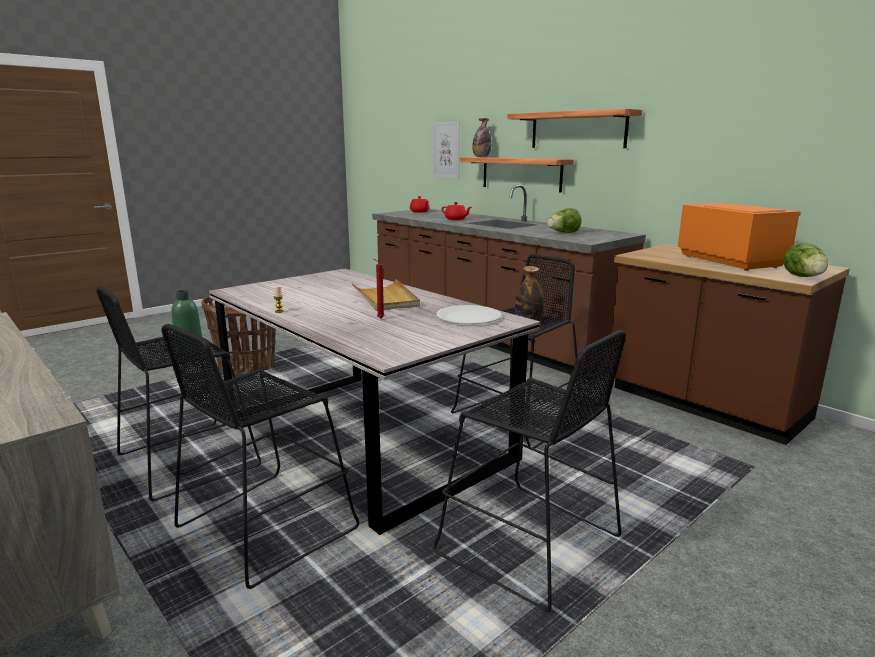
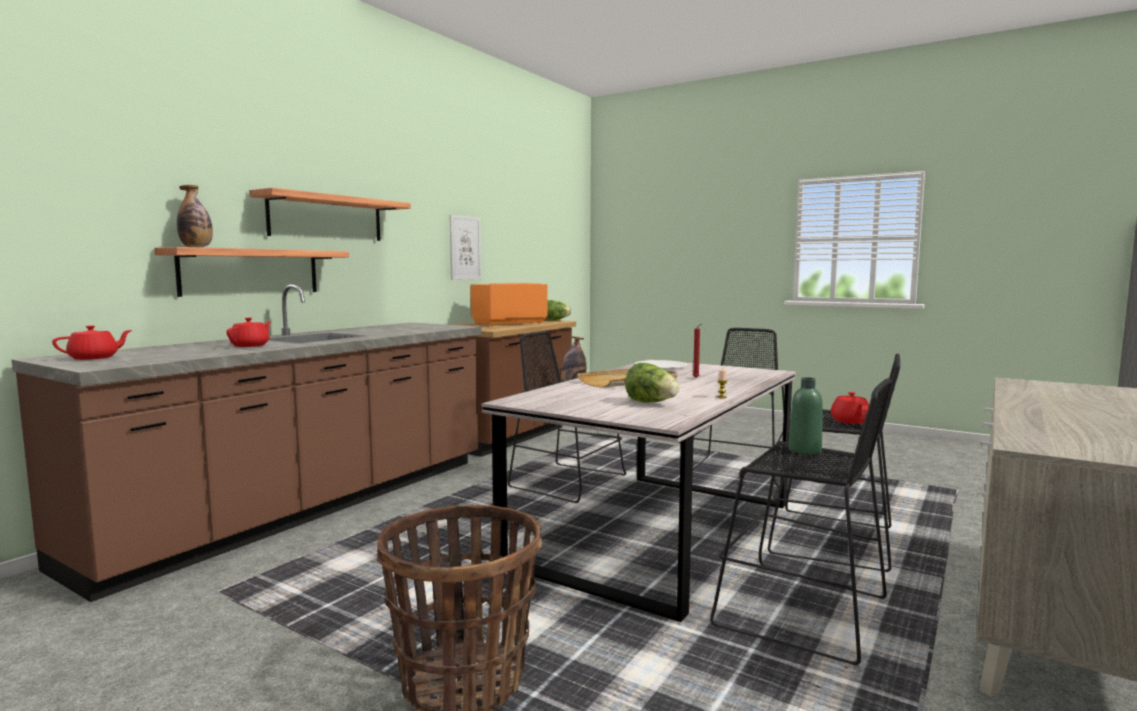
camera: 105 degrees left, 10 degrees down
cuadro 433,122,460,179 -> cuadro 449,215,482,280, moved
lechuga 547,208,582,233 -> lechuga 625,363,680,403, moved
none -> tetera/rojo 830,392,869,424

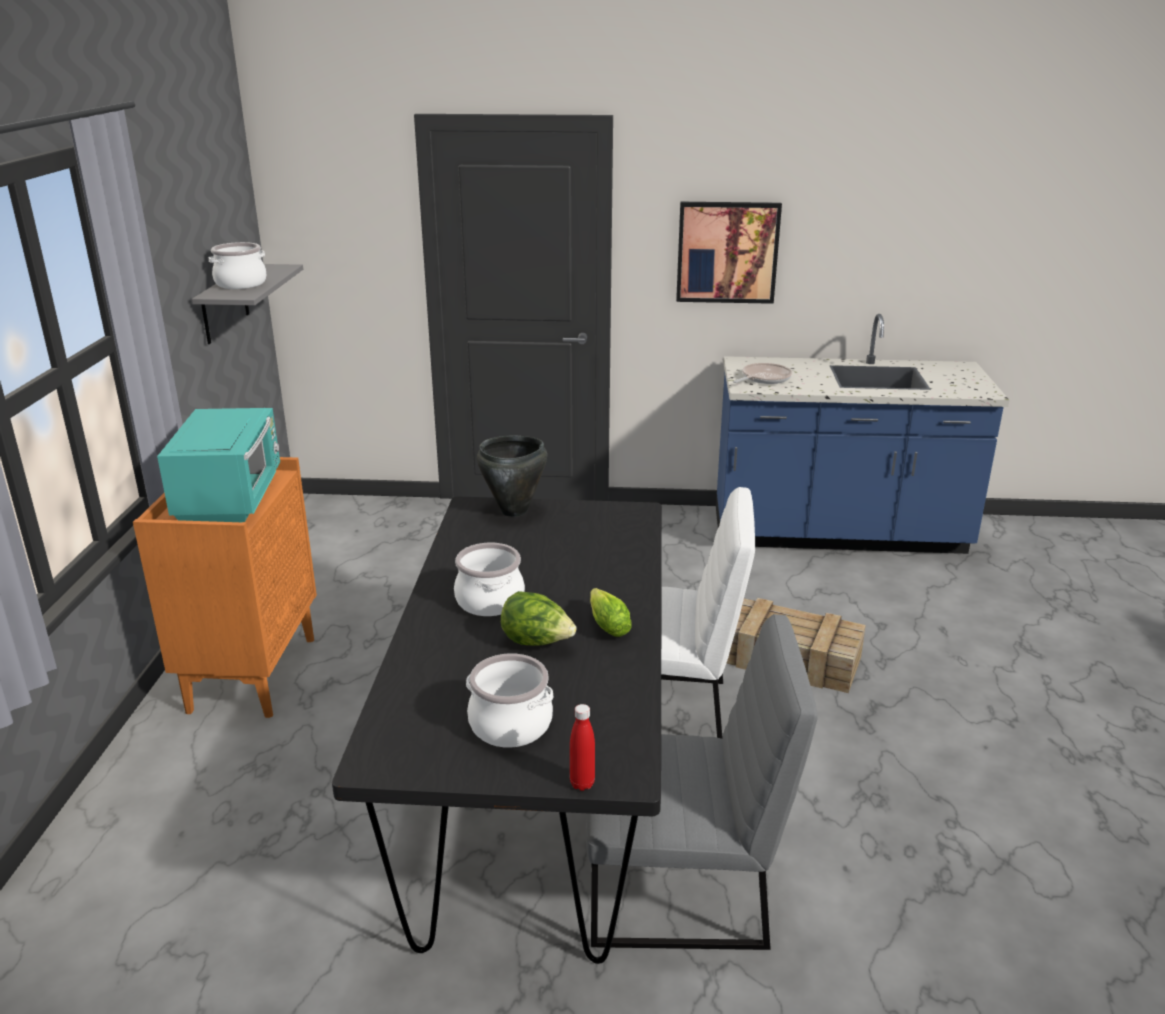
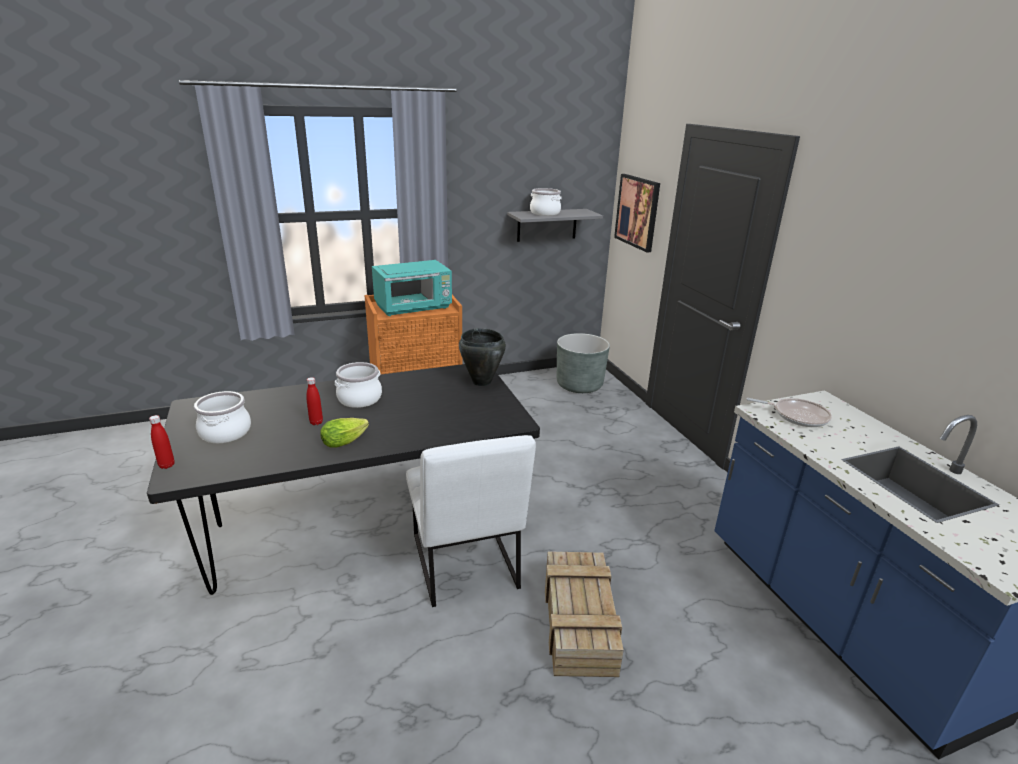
camera: 65 degrees right, 0 degrees up
lechuga 501,591,577,646 -> botella/rojo 306,377,323,425
silla/gris 586,614,818,950 -> none
cuadro 676,202,782,304 -> cuadro 614,174,660,253, moved
none -> maceta/gris 557,333,610,393

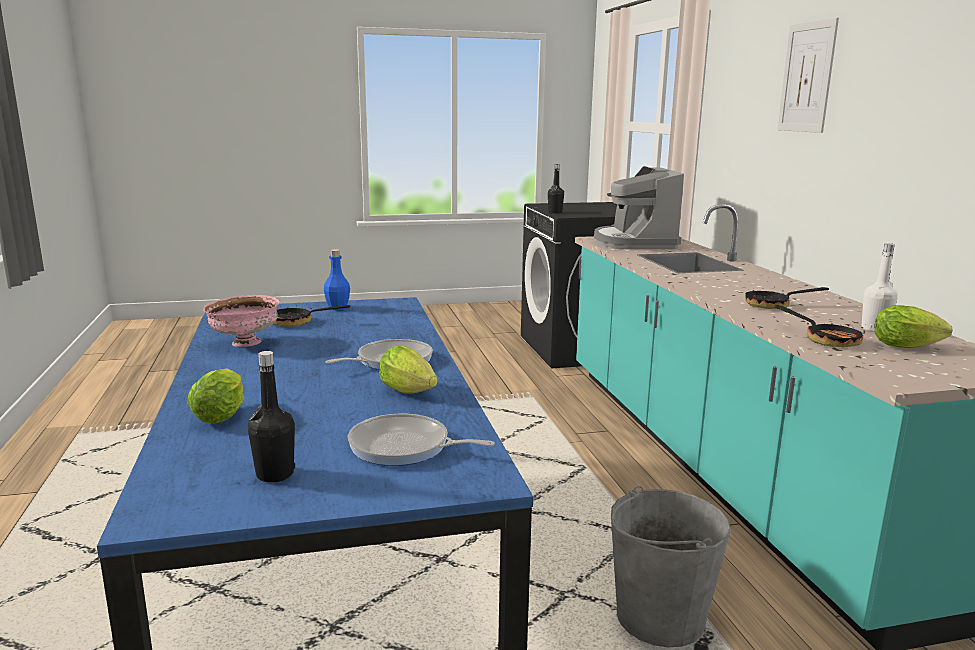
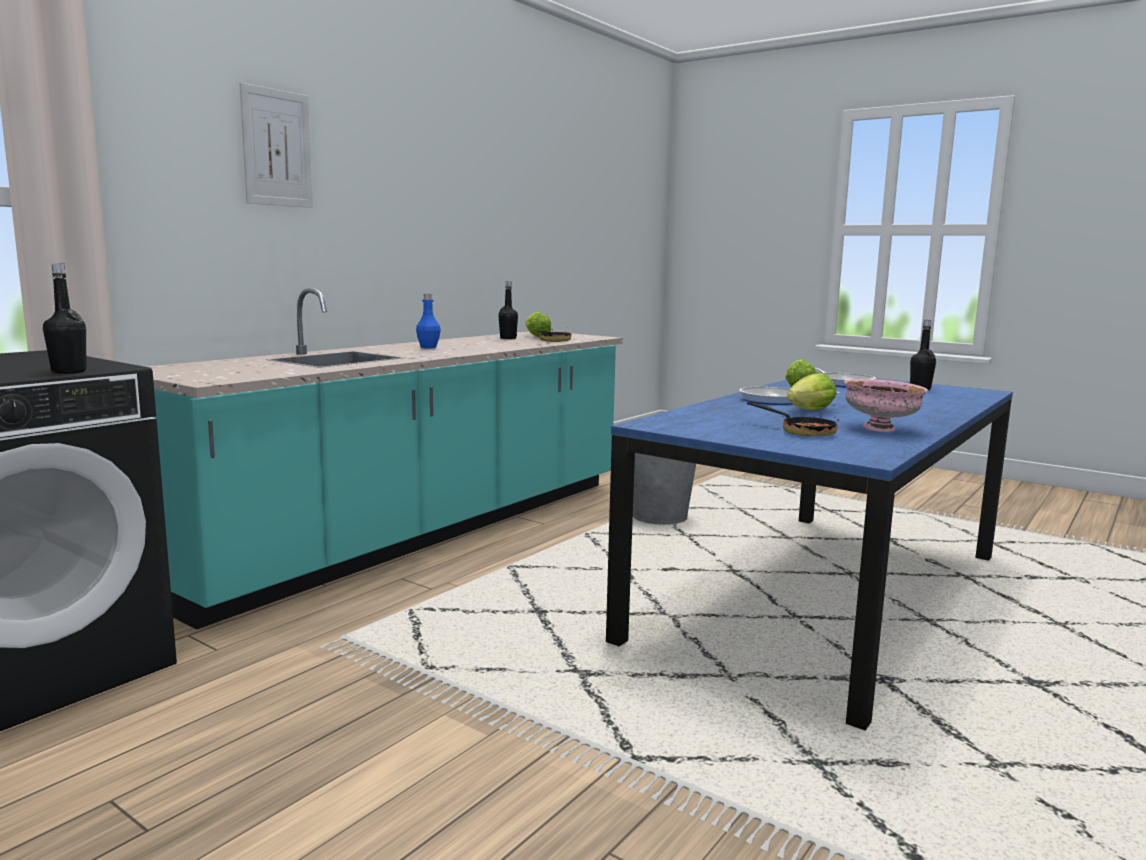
camera: 130 degrees left, 5 degrees down
lechuga 187,369,244,424 -> lechuga 787,373,837,410, moved
botella/azul 324,249,350,310 -> botella/azul 416,294,441,348, moved
cafetera 594,166,684,249 -> none
sartén 745,286,829,309 -> none
botella/blanco 862,243,898,332 -> botella/negro 498,281,518,339

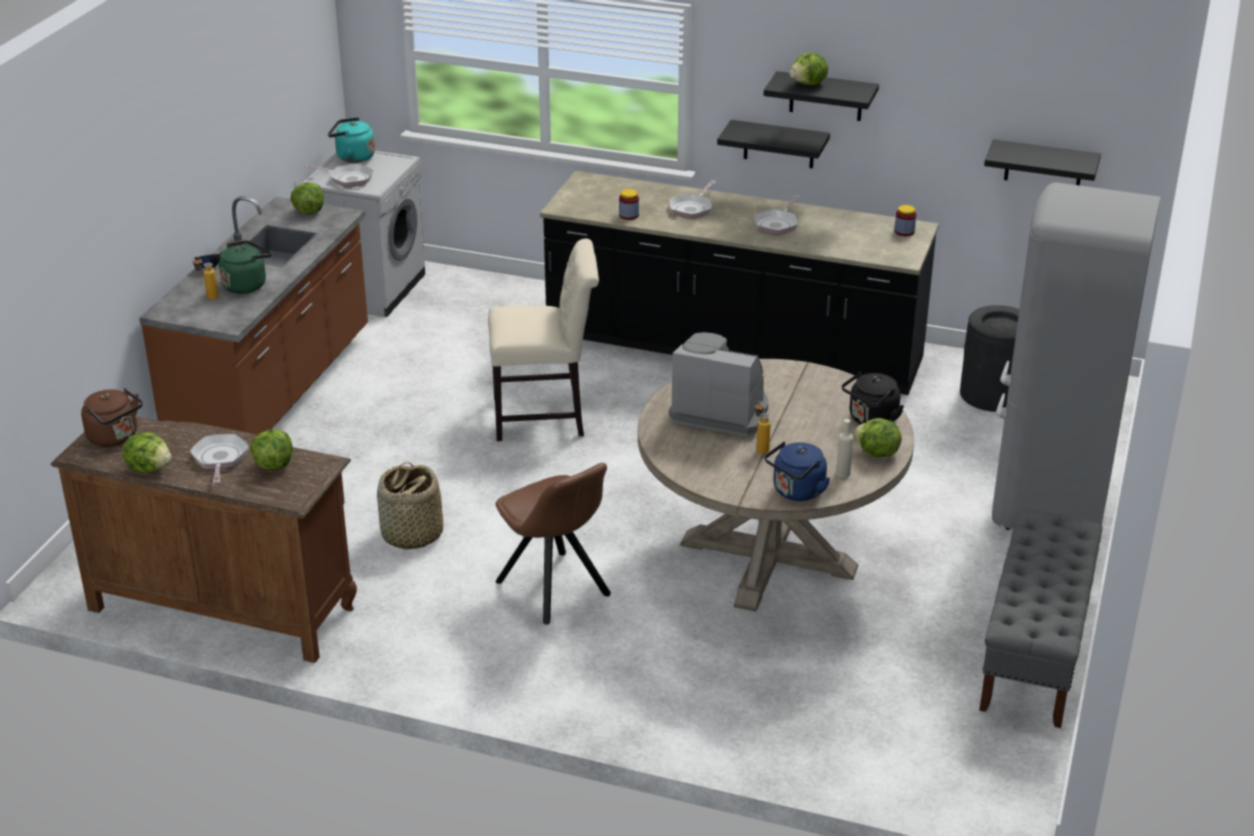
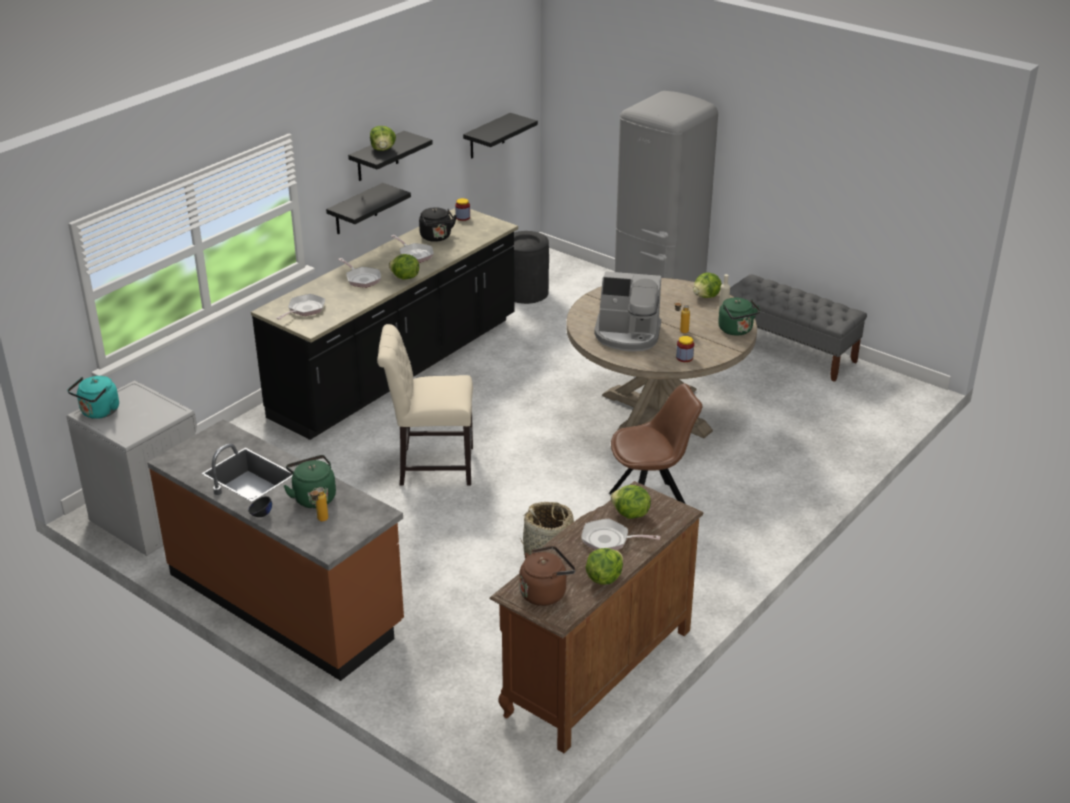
camera: 70 degrees left, 0 degrees up
lechuga 290,182,324,214 -> lechuga 389,254,419,279, moved
sartén 304,164,374,188 -> sartén 276,294,325,320, moved
silla/beis 488,239,599,441 -> silla/beis 377,324,473,486, 105 degrees counterclockwise
tarro 619,189,639,220 -> tarro 676,336,694,362, moved
cafetera 669,332,769,437 -> cafetera 594,271,661,351, 120 degrees counterclockwise
hervidor/azul 764,441,830,501 -> hervidor/verde 718,298,761,336
hervidor/negro 842,372,904,424 -> hervidor/negro 419,208,457,242, moved

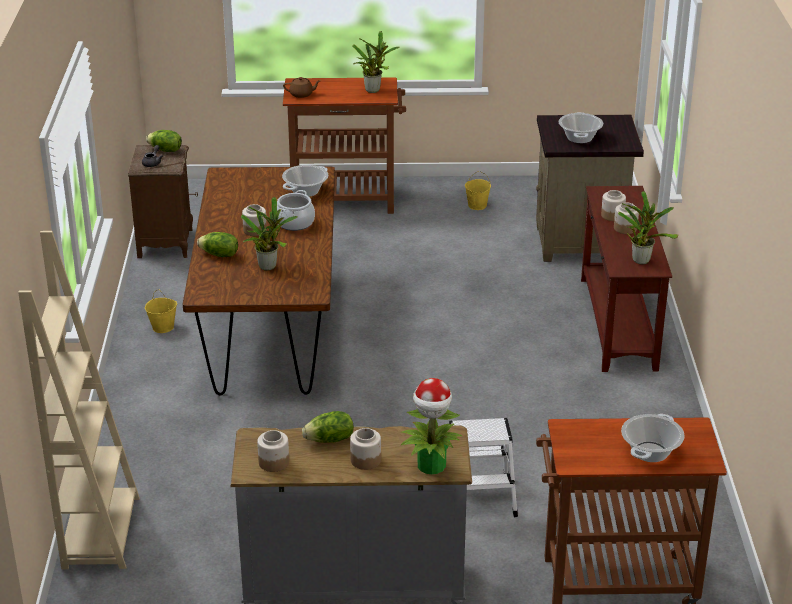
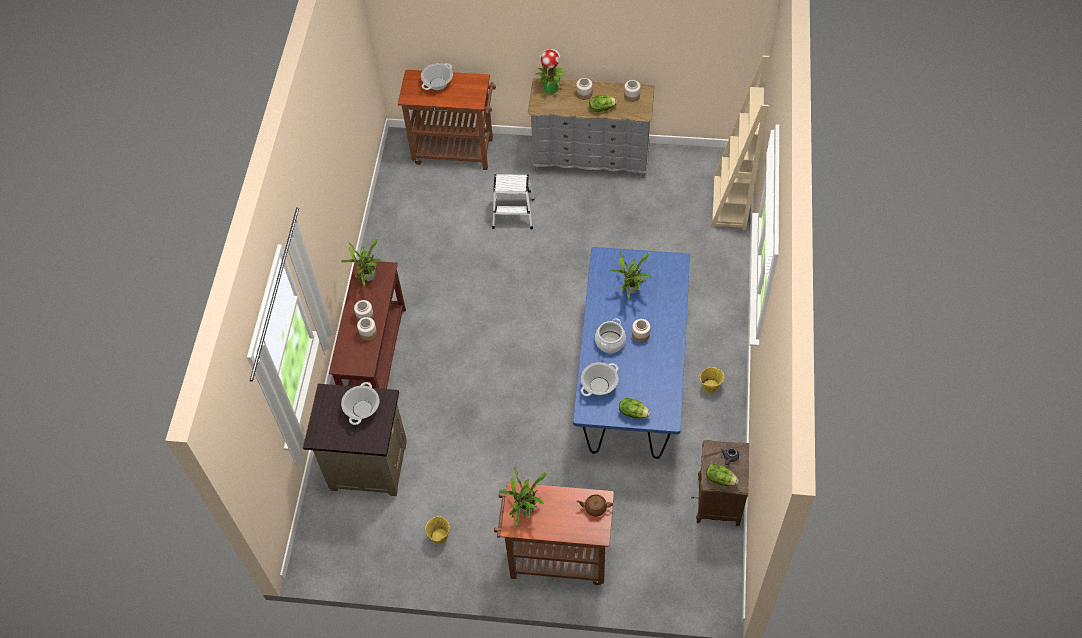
camera: 170 degrees left, 25 degrees up
mesa de comedor/marrón 183,167,335,395 -> mesa de comedor/azul 573,247,690,459
lechuga 197,232,238,257 -> lechuga 619,398,650,419, moved

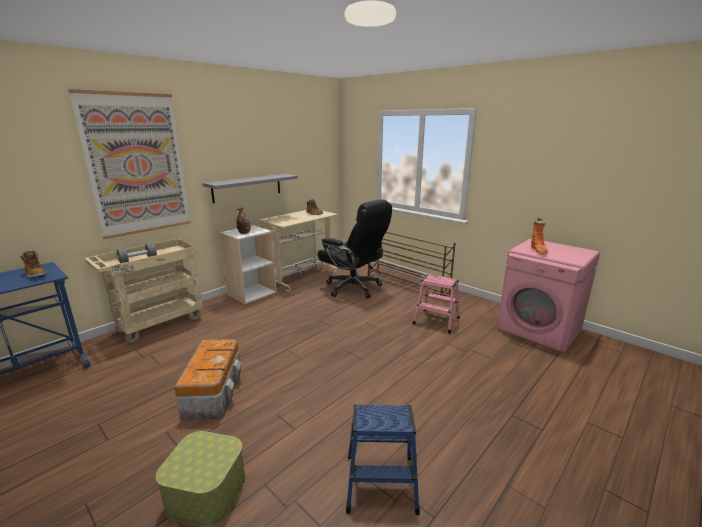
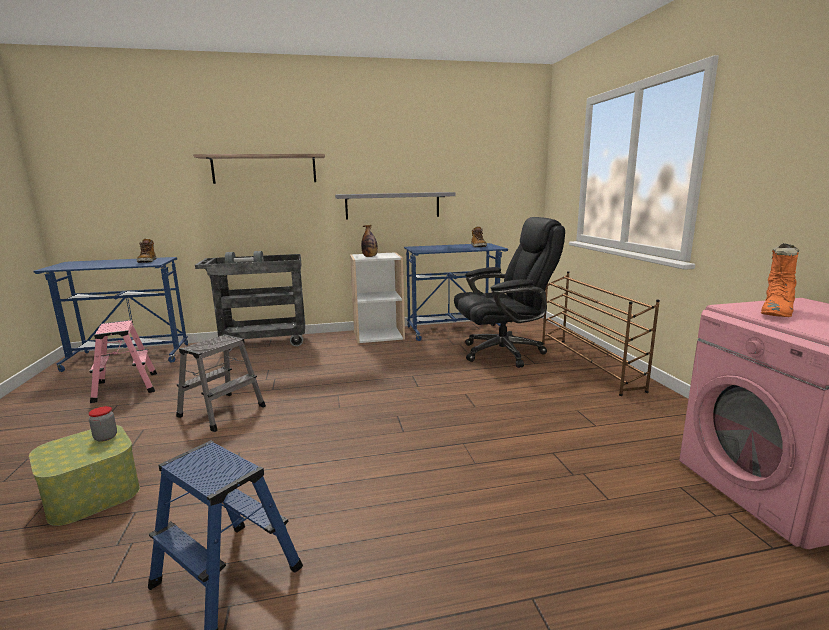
camera: 35 degrees right, 5 degrees down
cuadro 68,89,191,239 -> estante 193,154,325,184
carrito/beis 85,239,203,343 -> carrito/negro 195,254,305,352
caja de almacenaje 174,339,242,421 -> escalera de tijera/gris 176,334,266,432
escritorio/beis 259,210,338,292 -> escritorio/azul 404,243,508,341
silla de oficina/negro 318,199,392,298 -> silla de oficina/negro 454,217,565,368, 90 degrees counterclockwise
escalera de tijera/rosa 413,274,460,334 -> escalera de tijera/rosa 89,320,157,403, moved
none -> tarro 88,406,117,442

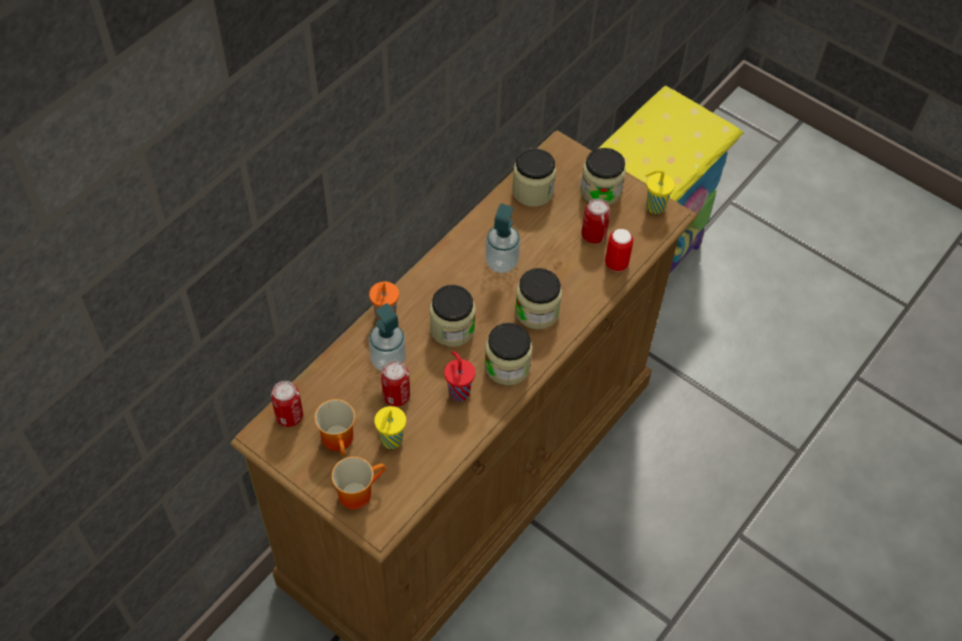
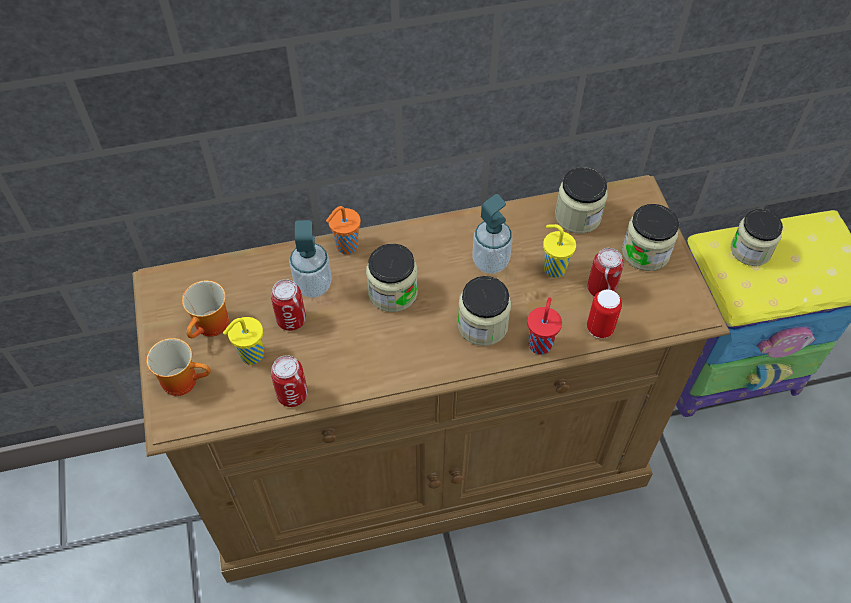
camera: 40 degrees right, 0 degrees up
lata 271,381,303,427 -> lata 271,355,308,407, moved
taza/rojo 444,351,475,402 -> taza/rojo 527,297,562,355, moved
tarro 485,323,533,385 -> tarro 731,209,783,266, moved
taza/amarillo 645,169,675,214 -> taza/amarillo 543,224,576,278, moved

